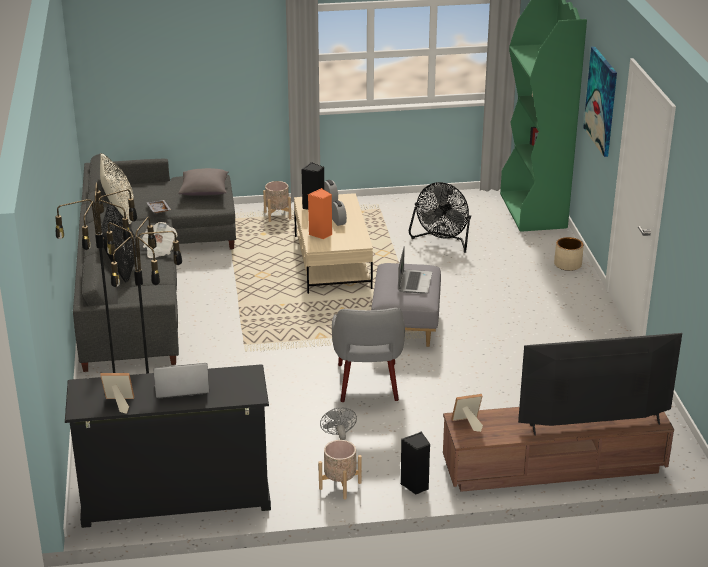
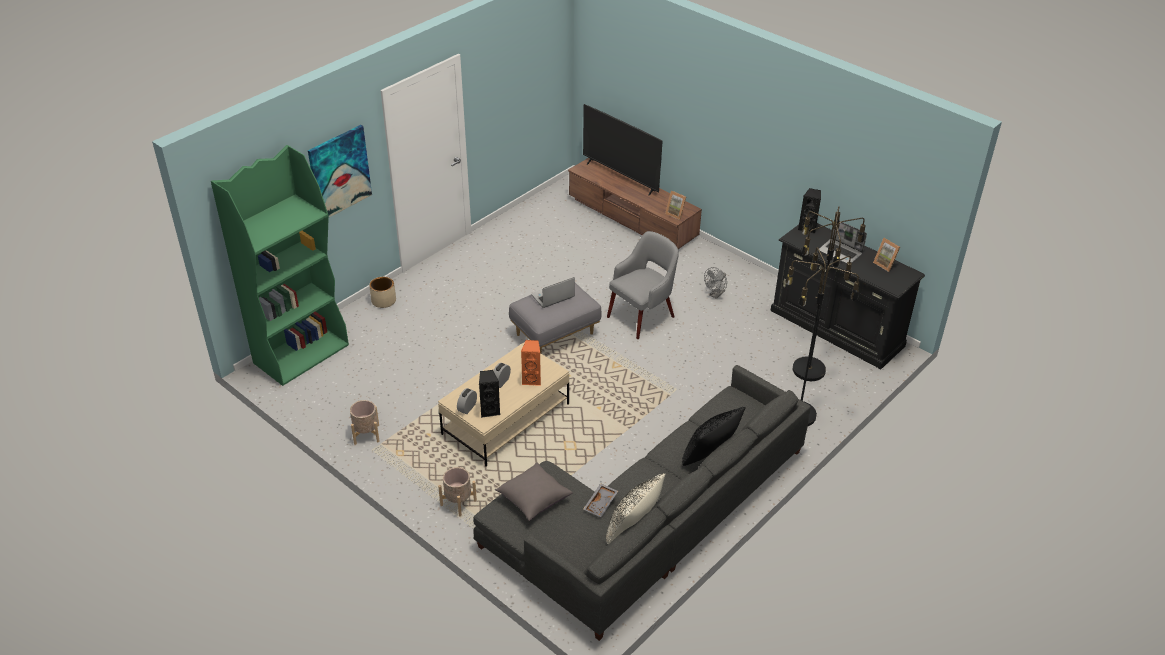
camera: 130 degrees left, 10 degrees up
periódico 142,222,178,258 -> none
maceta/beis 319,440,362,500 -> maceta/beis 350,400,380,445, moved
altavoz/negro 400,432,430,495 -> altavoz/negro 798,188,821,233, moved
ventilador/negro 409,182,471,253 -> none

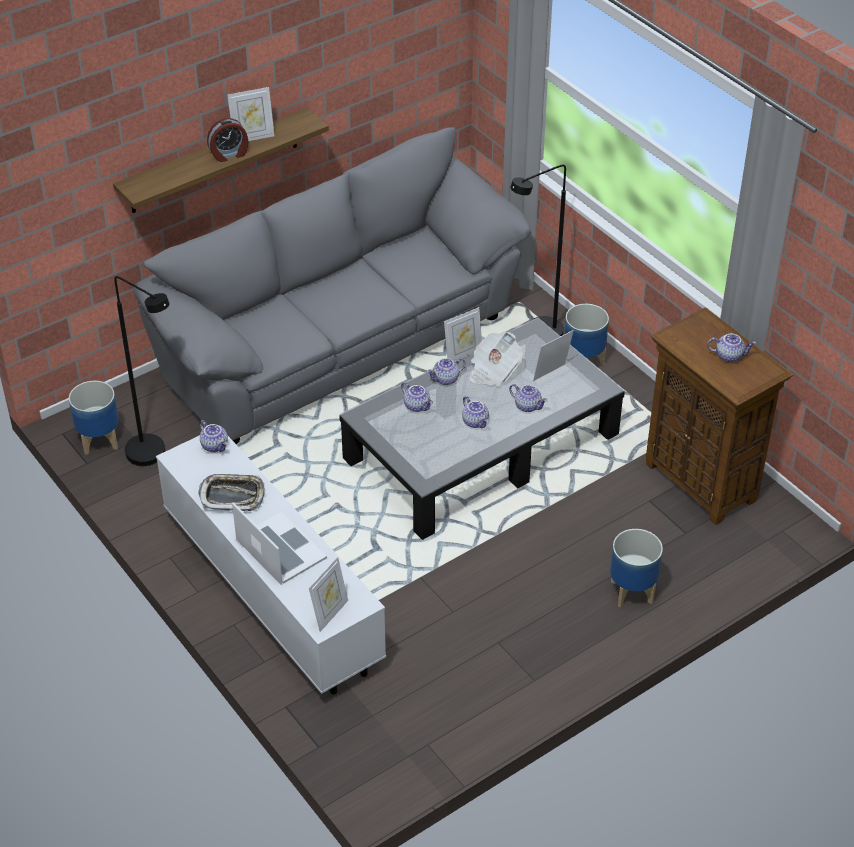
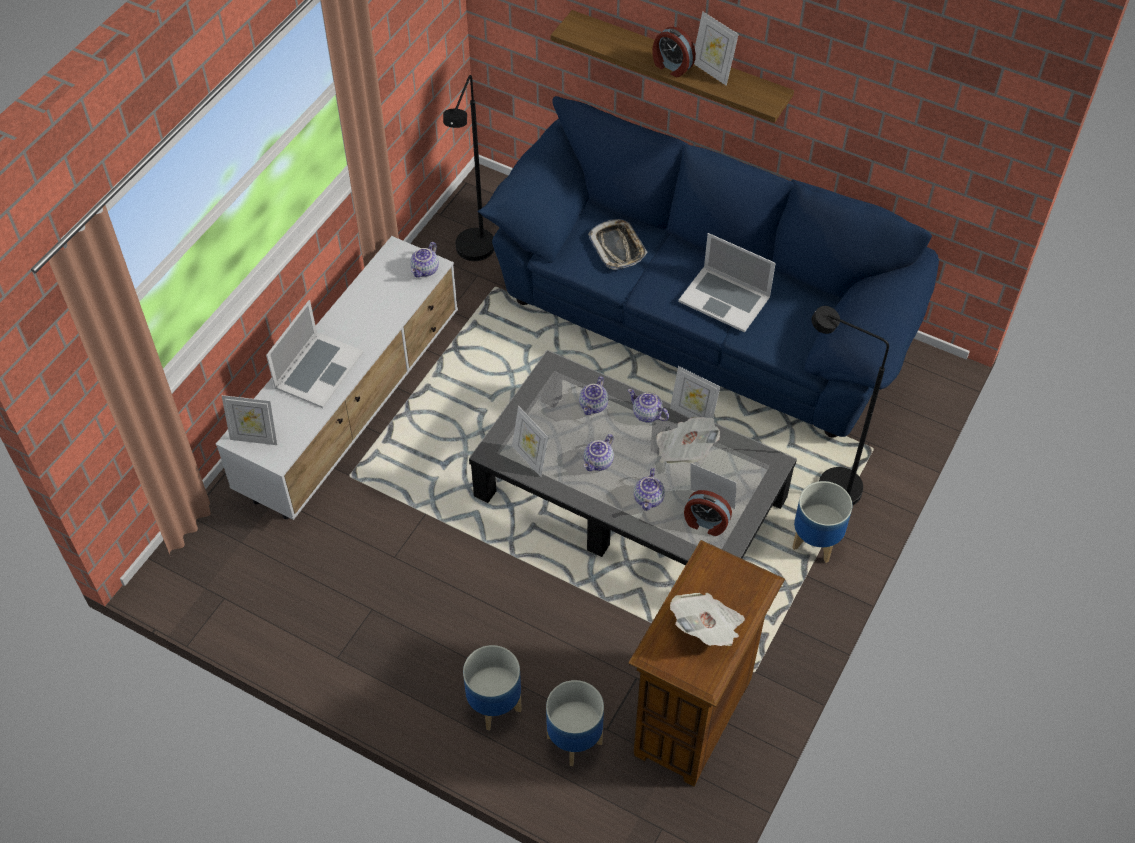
camera: 65 degrees right, 10 degrees up
maceta 69,381,119,455 -> maceta 546,680,604,766, moved
sofá/gris 133,127,531,444 -> sofá/azul 478,96,939,438
bandeja 198,474,265,511 -> bandeja 588,219,648,270, moved
tetera 707,334,756,363 -> periódico 670,593,745,646
none -> portarretratos 512,406,549,477
none -> portátil 678,233,776,333
none -> despertador 684,490,732,536

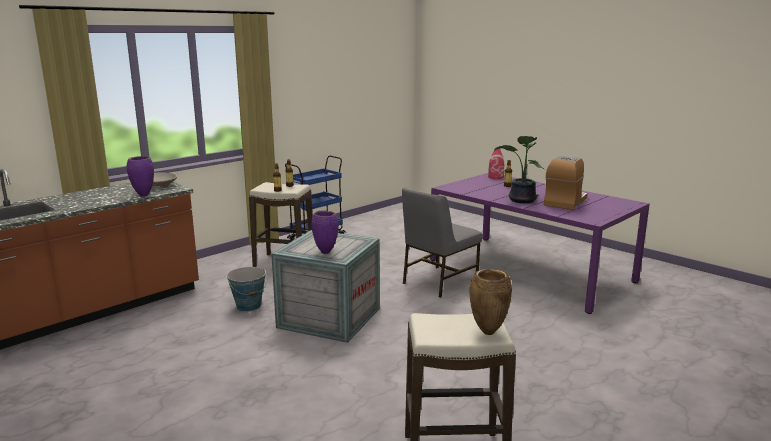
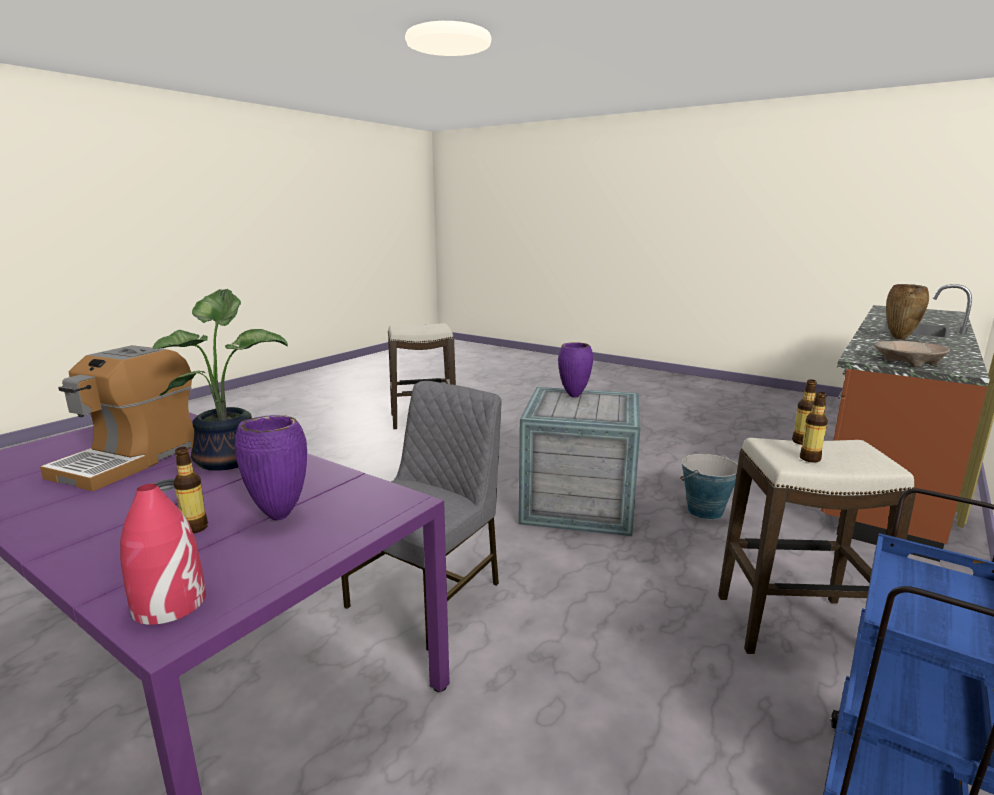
camera: 170 degrees right, 0 degrees up
florero/morado 126,156,154,197 -> florero/morado 235,415,307,520, moved
florero/marrón 469,269,512,335 -> florero/marrón 886,284,929,340, moved

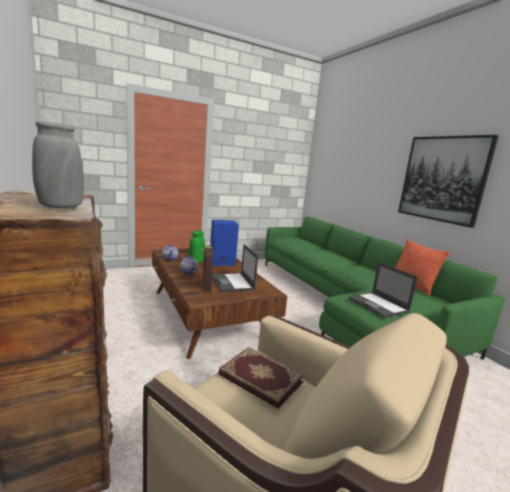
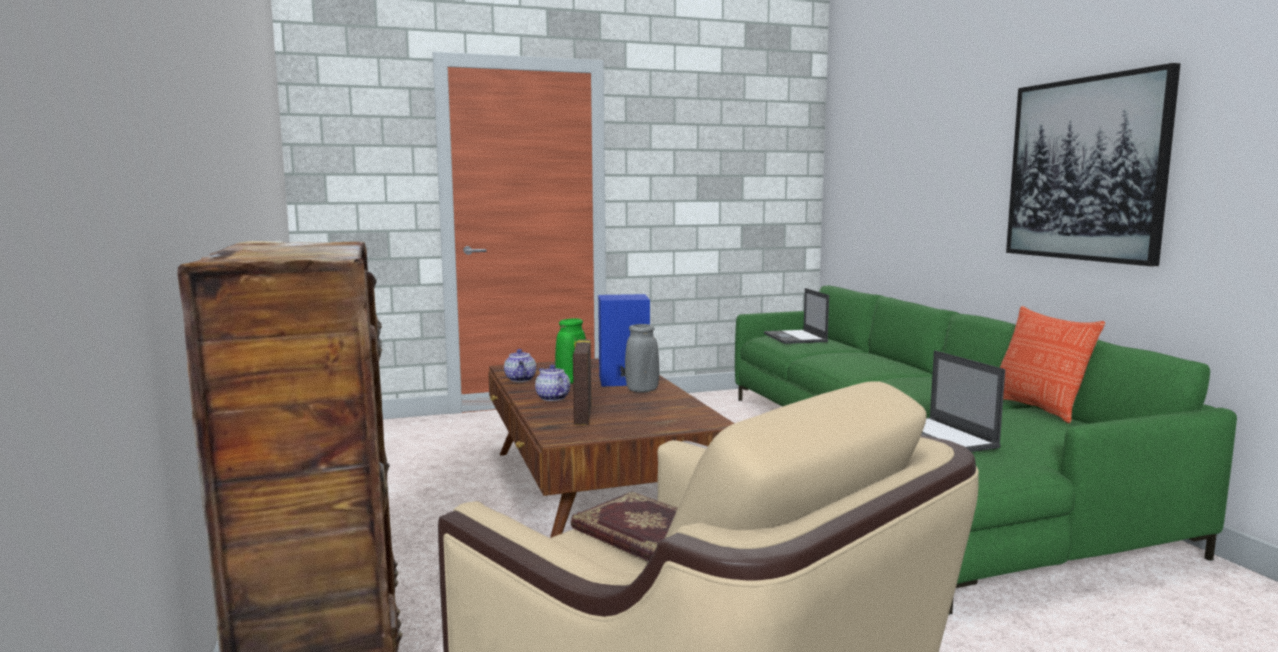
camera: 10 degrees right, 5 degrees down
florero/gris 32,121,84,208 -> florero/gris 625,324,659,393, moved
portátil 212,244,258,292 -> portátil 764,288,829,344, moved

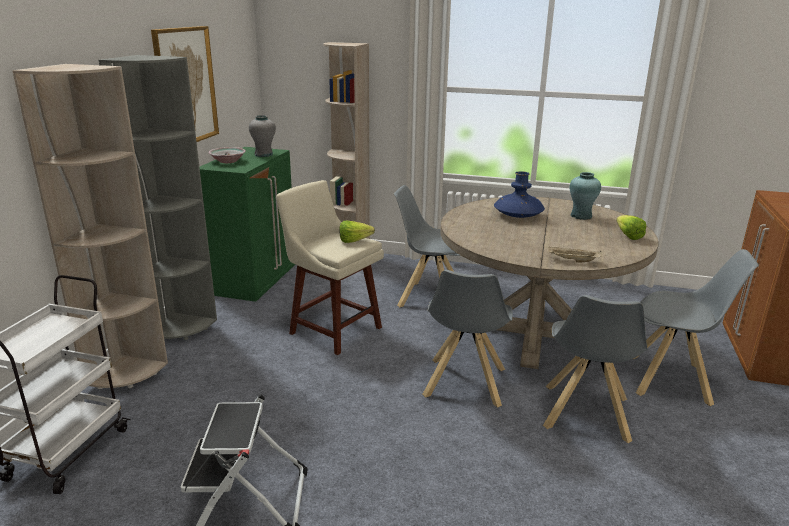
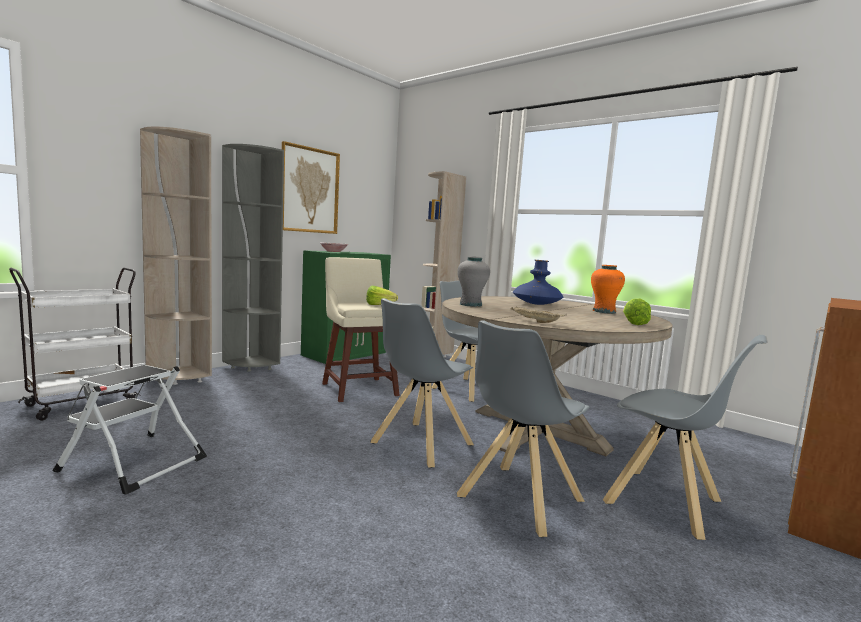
camera: 25 degrees right, 15 degrees down
florero/gris 249,115,276,157 -> florero/gris 457,256,490,307, moved
florero/turquesa 570,172,601,220 -> florero/naranja 591,265,625,314

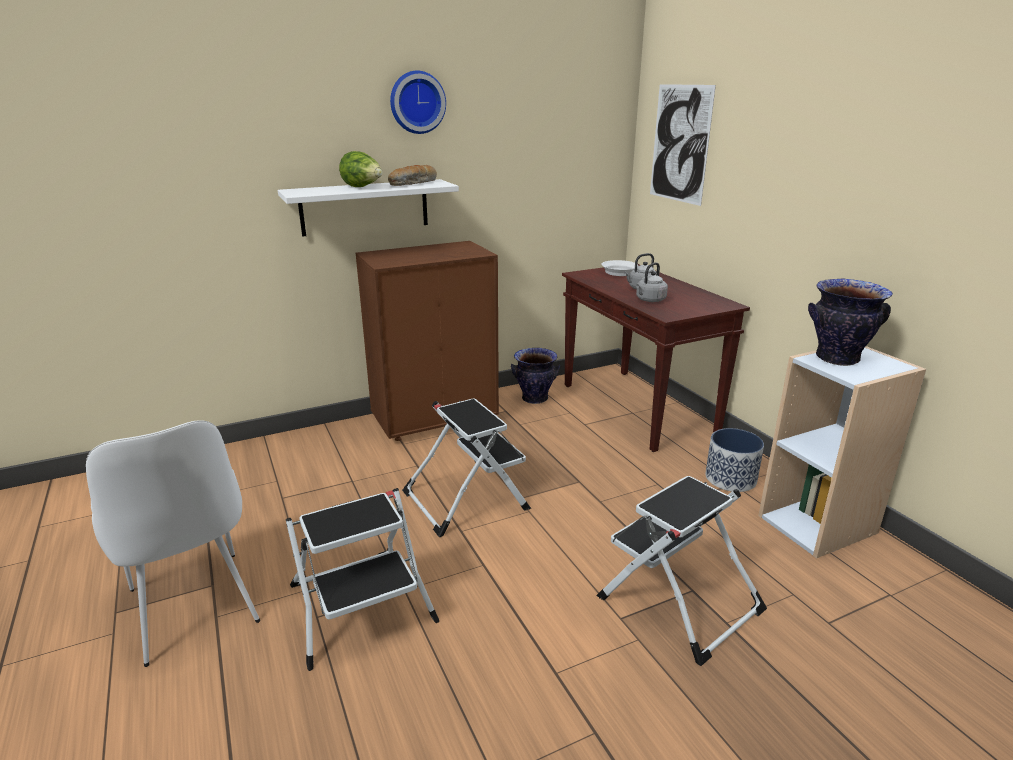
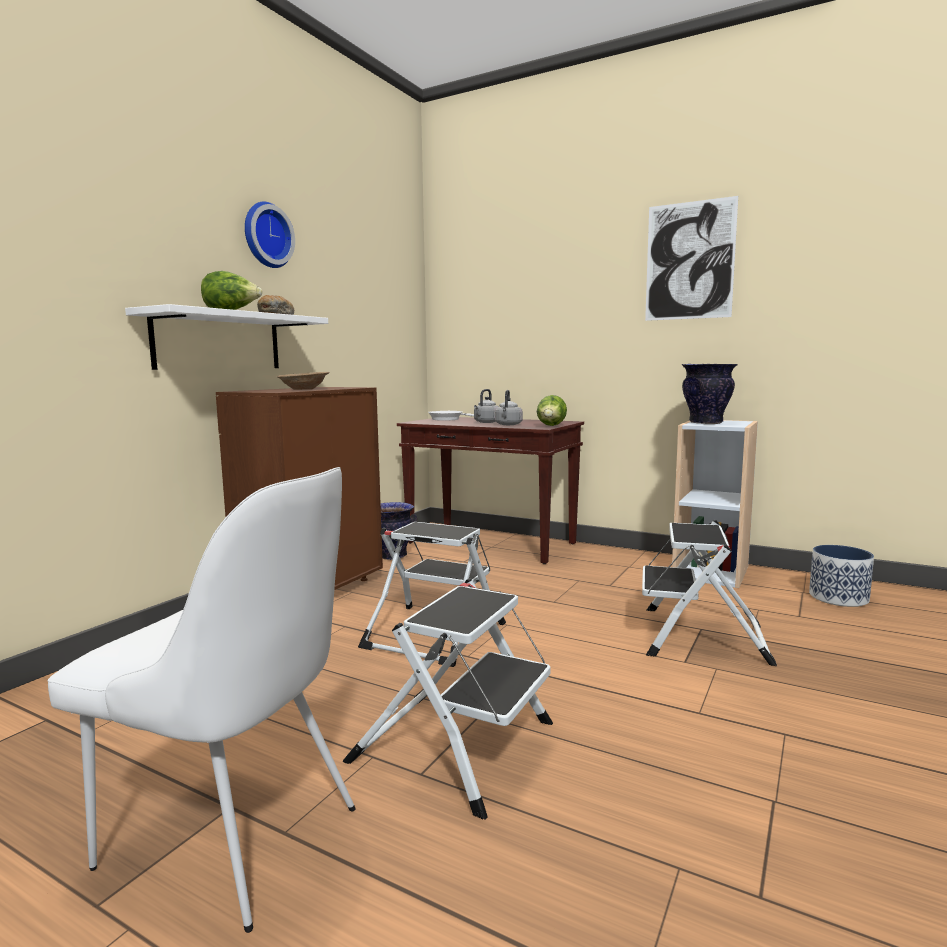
camera: 35 degrees left, 15 degrees down
cuadro 650,84,716,206 -> cuadro 645,196,738,321, moved
maceta 705,428,764,492 -> maceta 809,545,874,607, moved
none -> cuenco/marrón 277,372,330,390
none -> lechuga 537,395,567,426

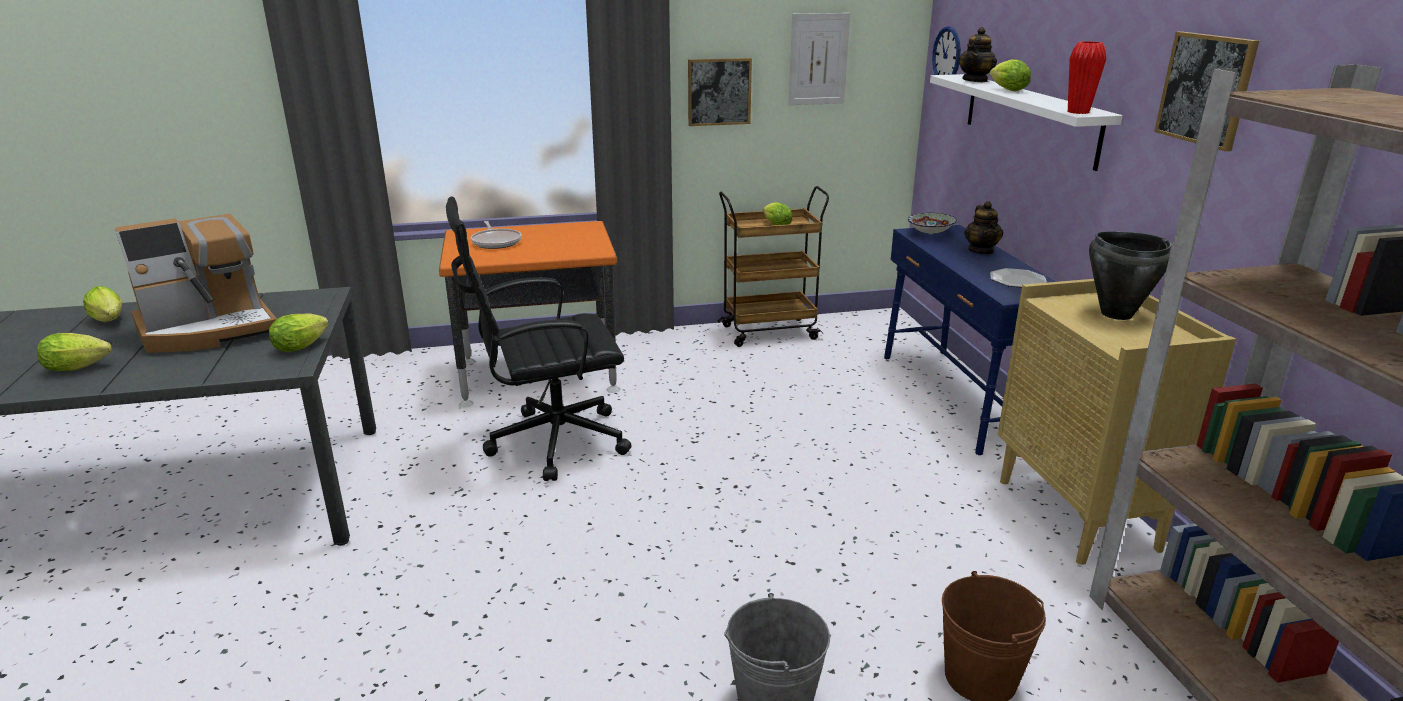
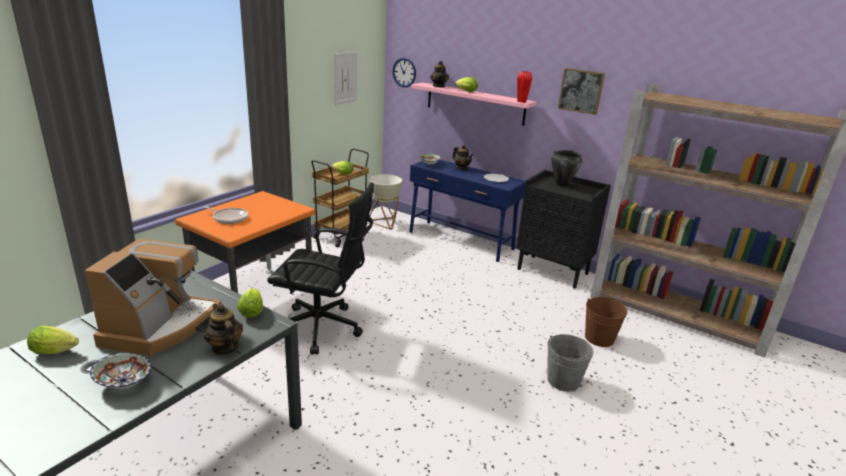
camera: 45 degrees left, 0 degrees up
lechuga 37,333,112,371 -> cuenco 90,353,152,389
silla de oficina/negro 446,197,632,481 -> silla de oficina/negro 267,182,374,355, 105 degrees counterclockwise
cuadro 688,58,752,126 -> none
estante/blanco 930,74,1123,171 -> estante/rosa 411,82,536,126
armario/beis 998,279,1236,565 -> armario/negro 516,170,611,289
none -> tetera 204,304,243,355
none -> maceta 369,174,402,229

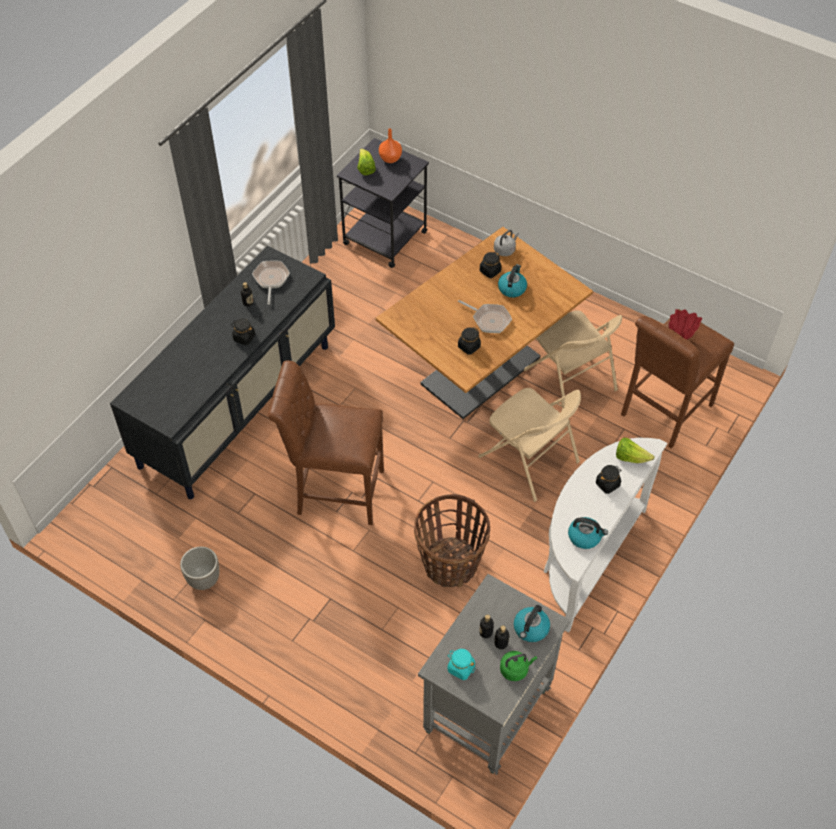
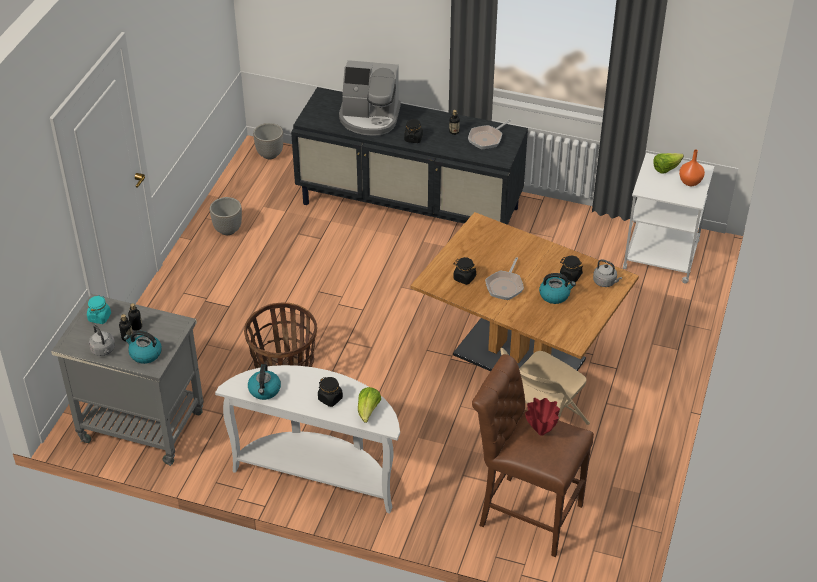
camera: 75 degrees right, 10 degrees down
sartén 252,261,290,305 -> sartén 468,119,511,149, 150 degrees clockwise
taburete/marrón 268,360,384,525 -> none
carrito/negro 337,138,429,268 -> carrito/blanco 623,153,714,283
silla/beis 478,388,581,502 -> none
hervidor/verde 500,651,537,681 -> hervidor/gris 89,325,115,356
none -> maceta 253,123,283,159
none -> cafetera 339,60,401,136

